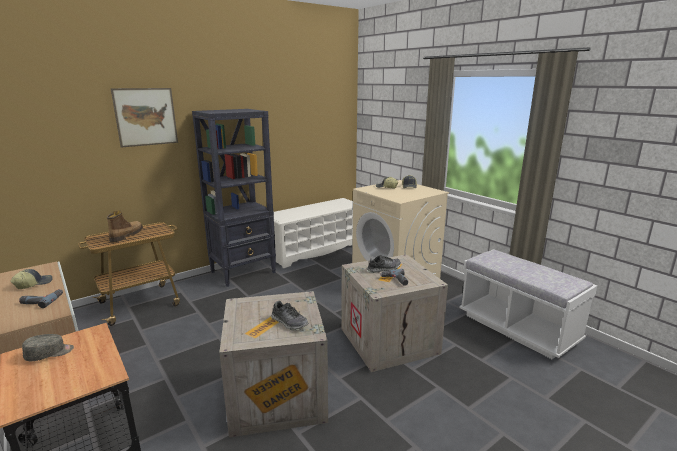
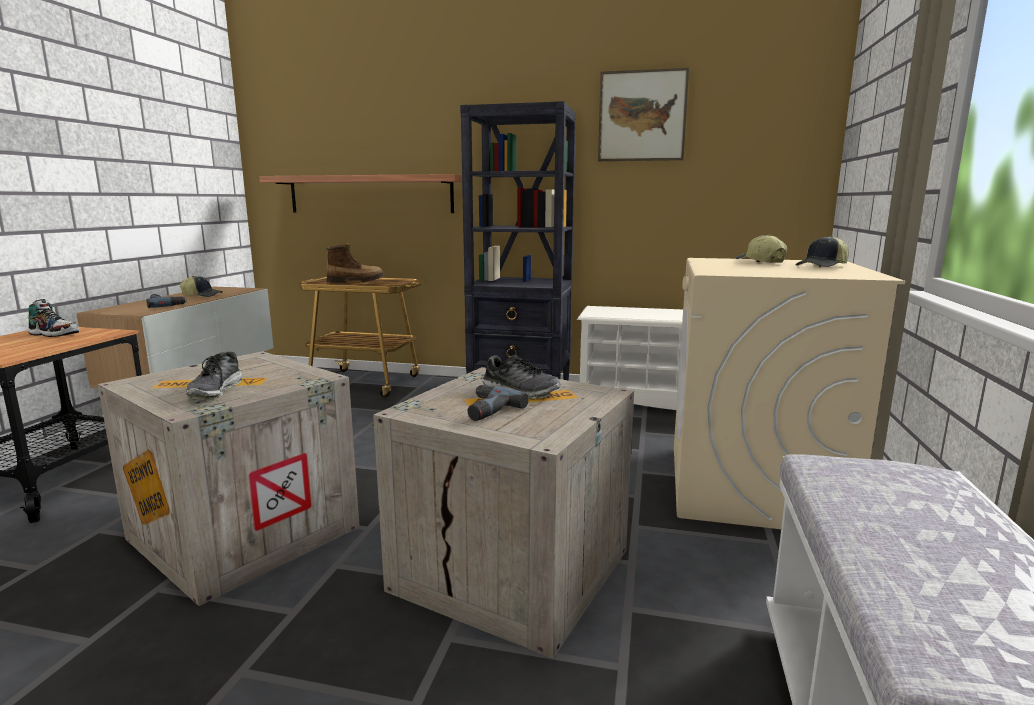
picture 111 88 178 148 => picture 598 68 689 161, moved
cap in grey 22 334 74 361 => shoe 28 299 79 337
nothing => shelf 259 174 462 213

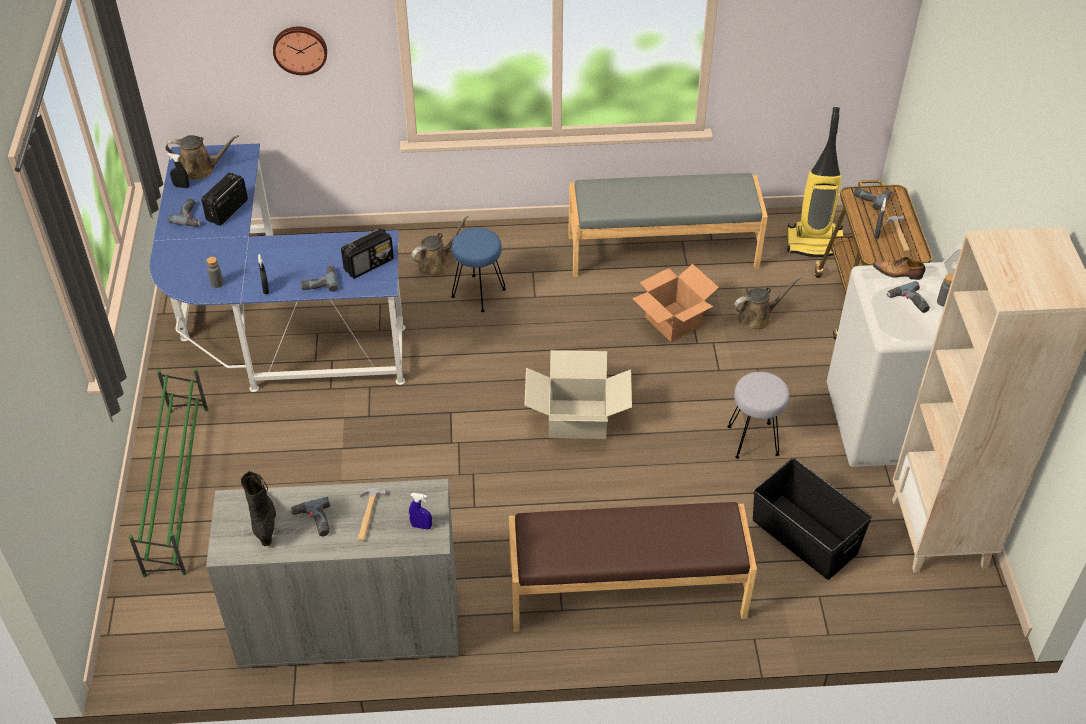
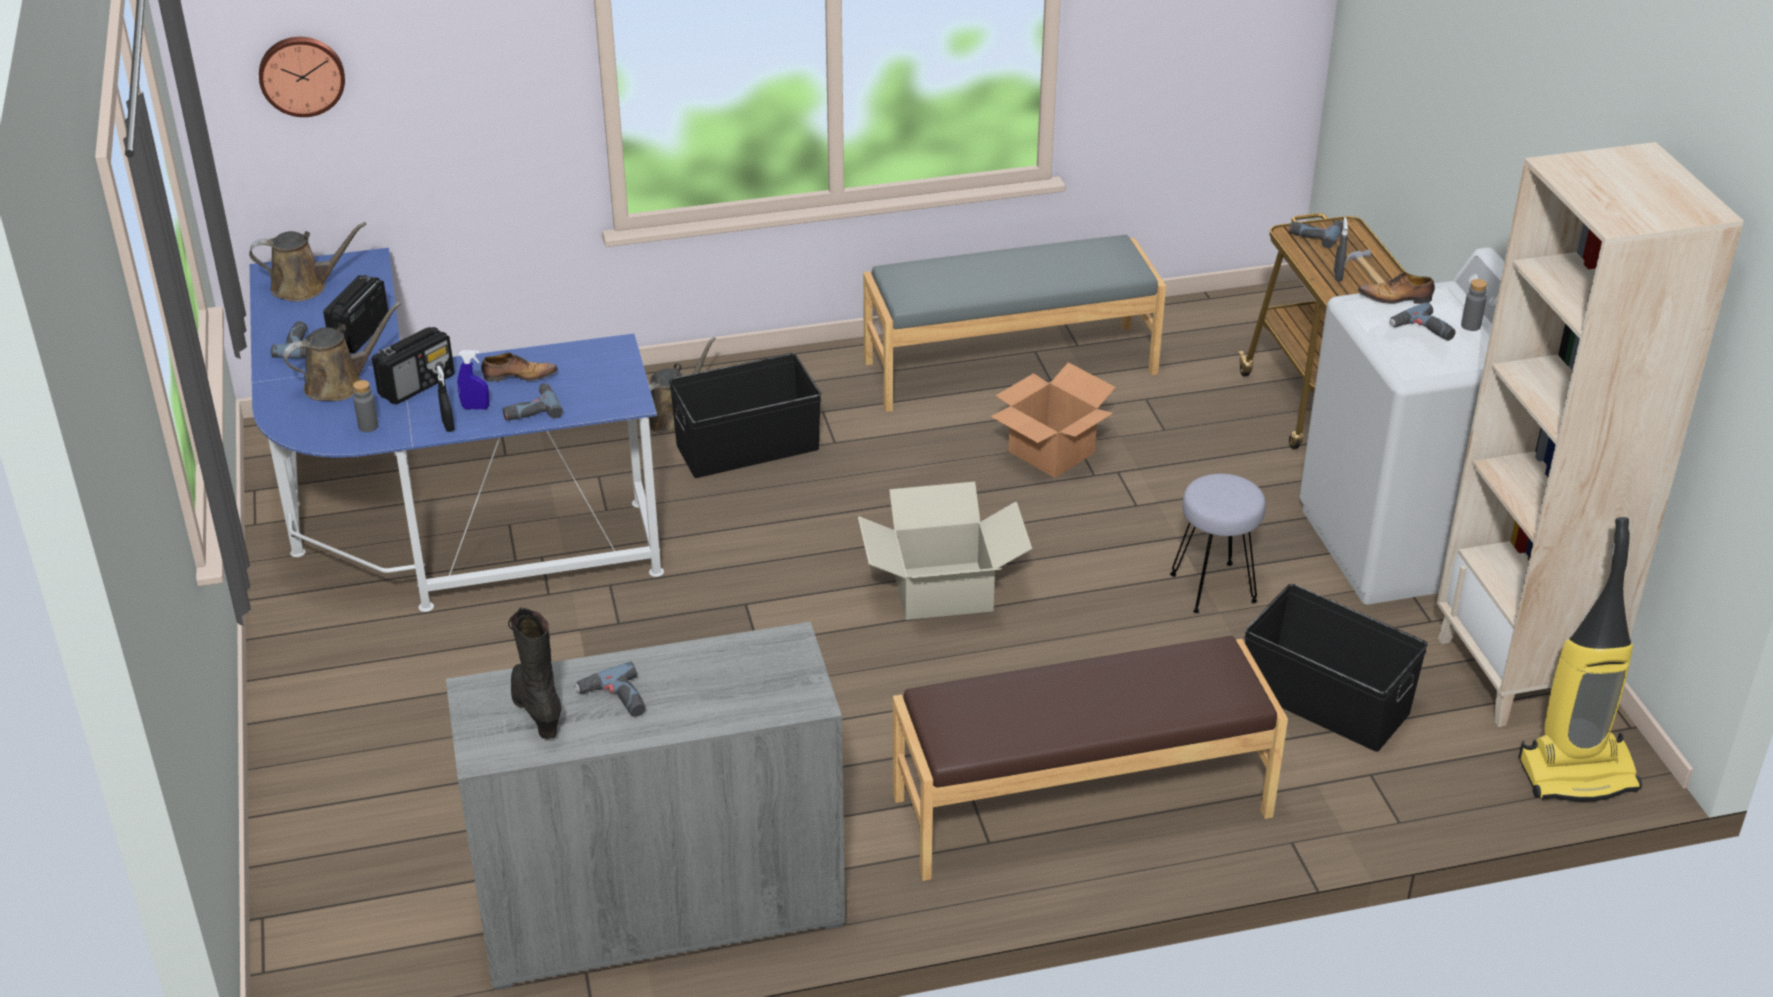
wall clock 273 27 327 75 => wall clock 259 37 345 117, moved
vacuum cleaner 787 107 843 257 => vacuum cleaner 1519 517 1642 802, moved
spray bottle in black 167 153 189 188 => nothing
radio 341 228 394 279 => radio 372 327 454 405, moved
stool in blue 451 228 506 312 => storage box in black 669 353 821 478
watering can in brown 734 276 802 331 => watering can in brown 283 302 401 401, moved
shoe rack in green 129 368 208 577 => nothing
hammer 357 488 387 541 => nothing
spray bottle in blue 409 493 432 530 => spray bottle in blue 458 350 489 410, moved
nothing => shoe 481 353 557 381

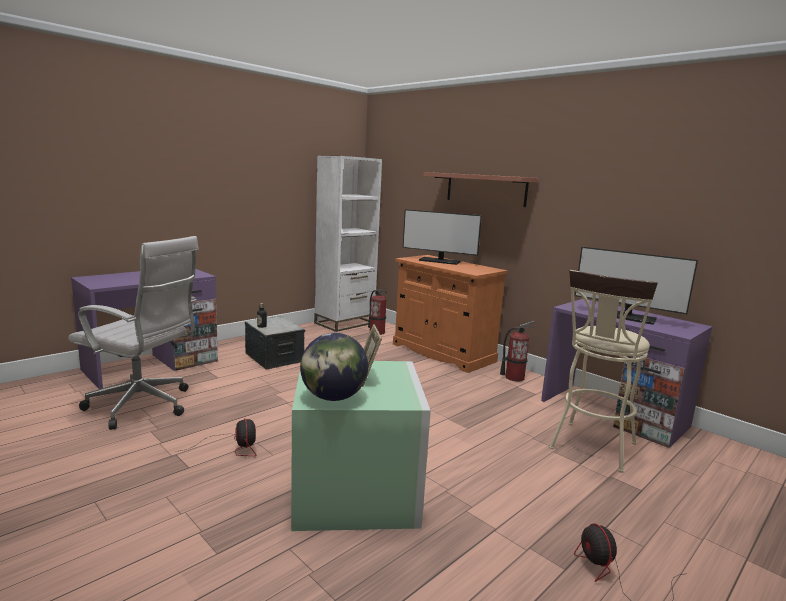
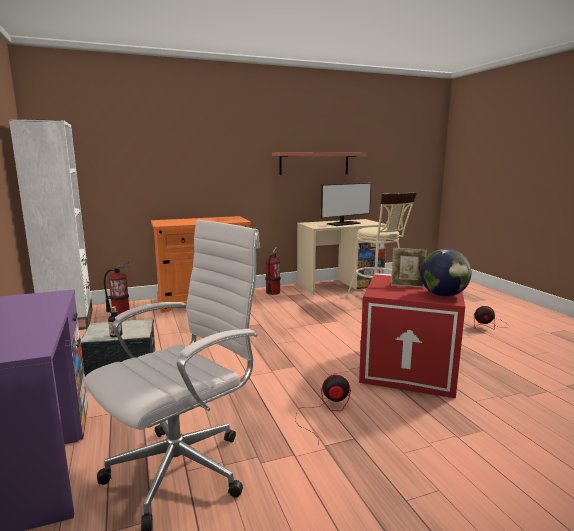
shelf 424 172 539 207 => shelf 272 152 367 175, moved
monitor 403 209 482 265 => nothing
desk in purple 541 299 713 448 => desk in beige 297 219 387 295
storage box in green 291 361 431 531 => storage box in red 359 273 465 398

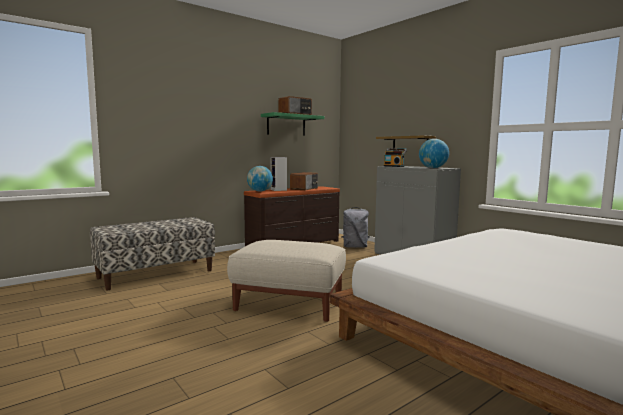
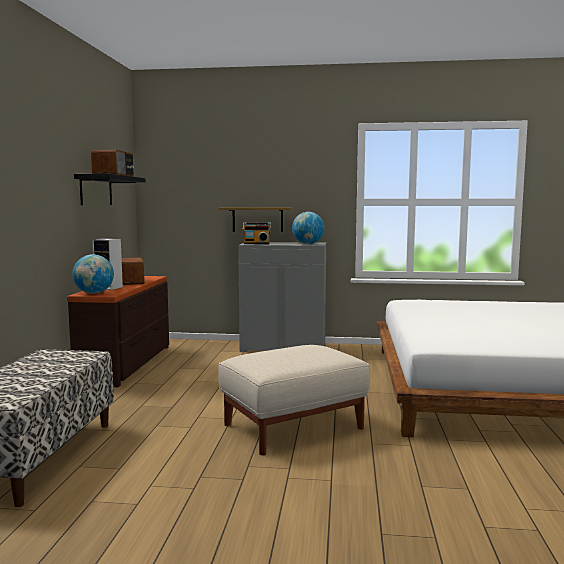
shelf in green 261 112 324 136 => shelf in black 74 174 146 205
backpack in grey 341 207 370 248 => nothing

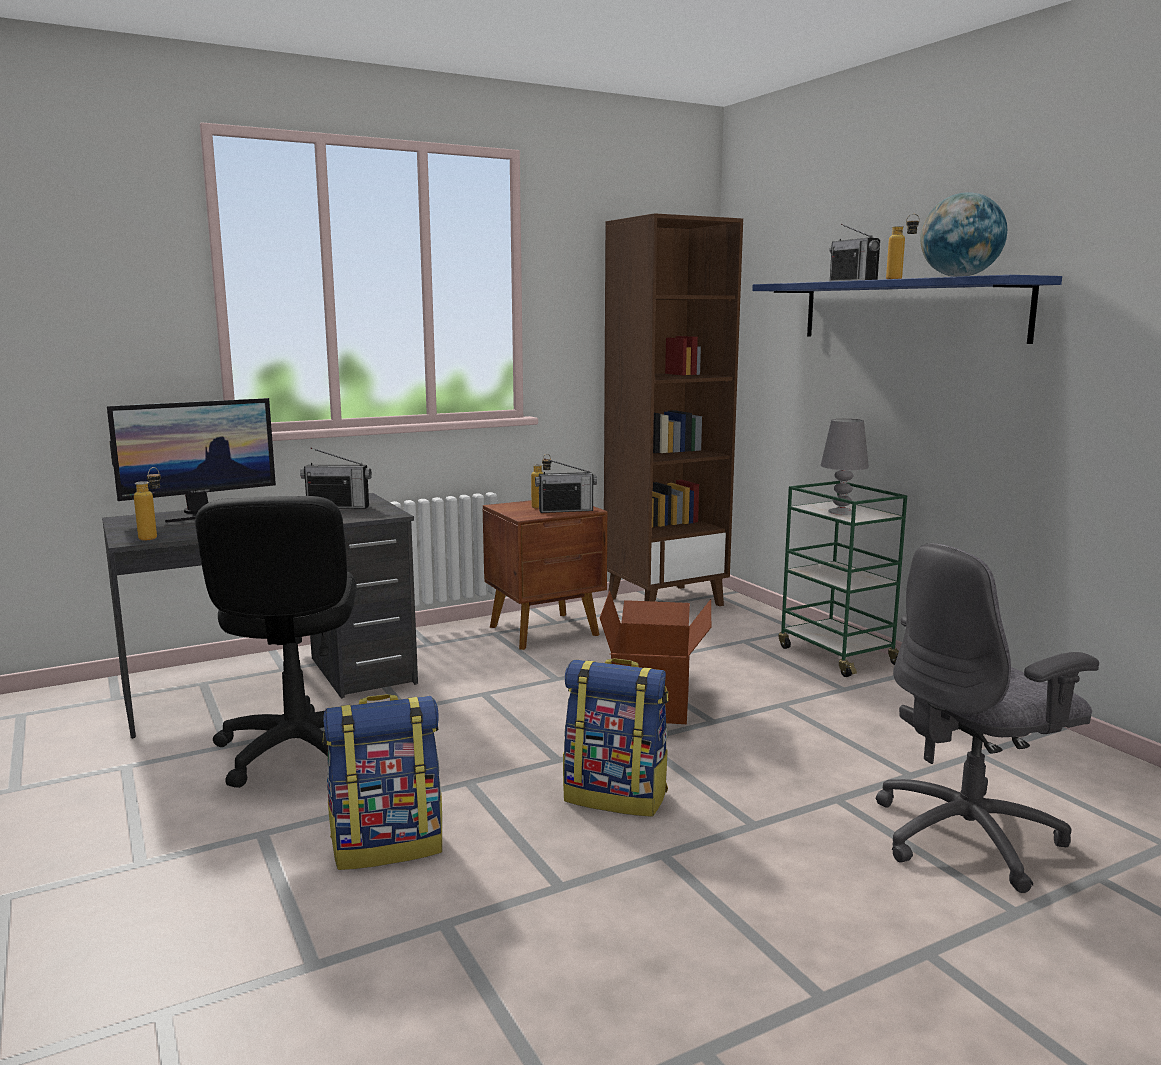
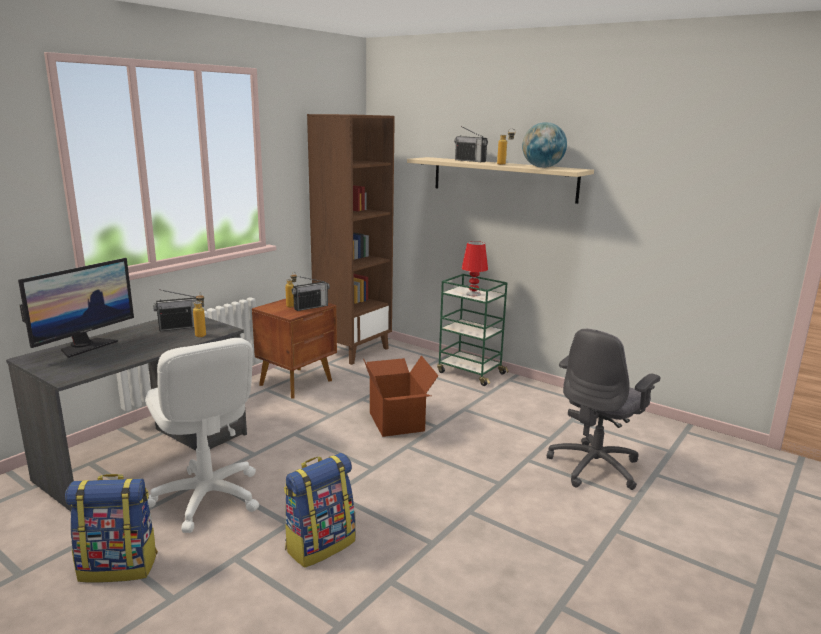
shelf in blue 752 275 1062 344 => shelf in beige 407 157 594 204
table lamp in grey 821 419 869 515 => table lamp in red 462 241 488 296
bottle 134 467 161 540 => bottle 193 292 206 337, moved
office chair in black 195 496 357 788 => office chair in white 145 338 259 533
backpack 563 658 668 817 => backpack 65 474 158 583, moved

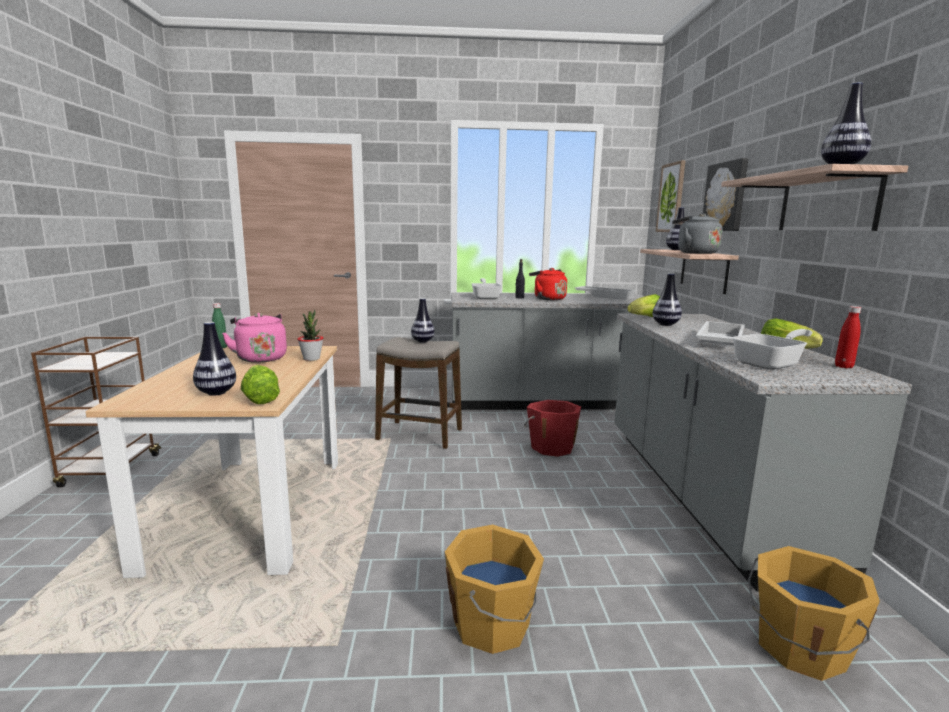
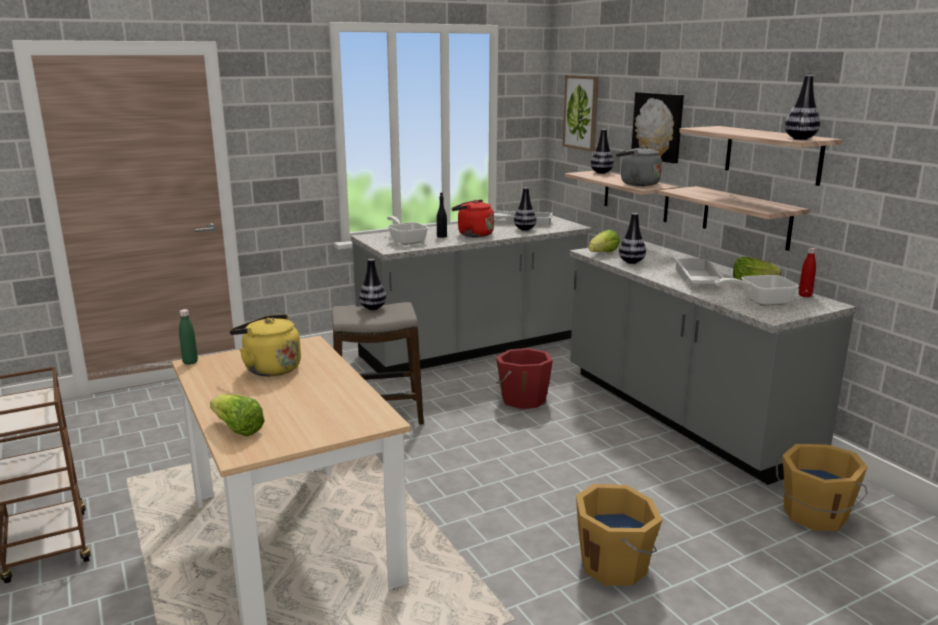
potted plant 298 310 323 361 => nothing
kettle in pink 222 313 287 363 => kettle in yellow 229 314 301 376
vase 193 322 236 396 => vase 514 187 537 231, moved
frying pan 732 329 813 370 => frying pan 715 275 799 306, 135 degrees counterclockwise
lettuce 241 364 280 404 => lettuce 210 394 265 436, moved
nothing => shelf 659 186 810 251

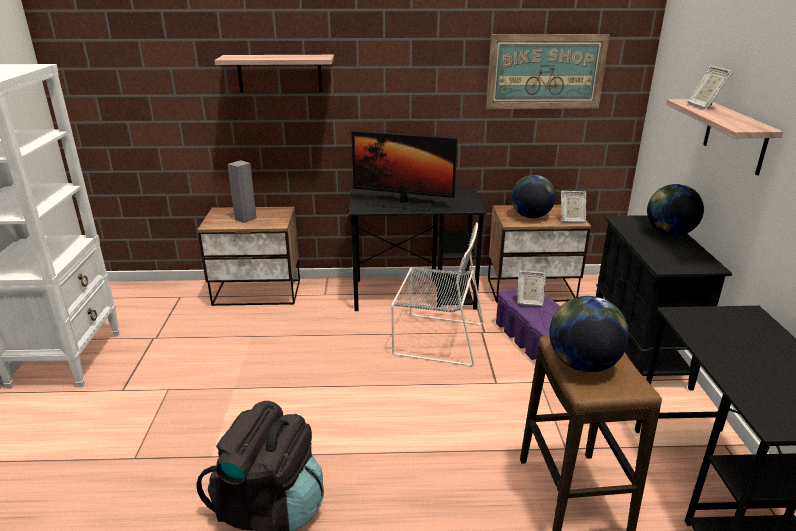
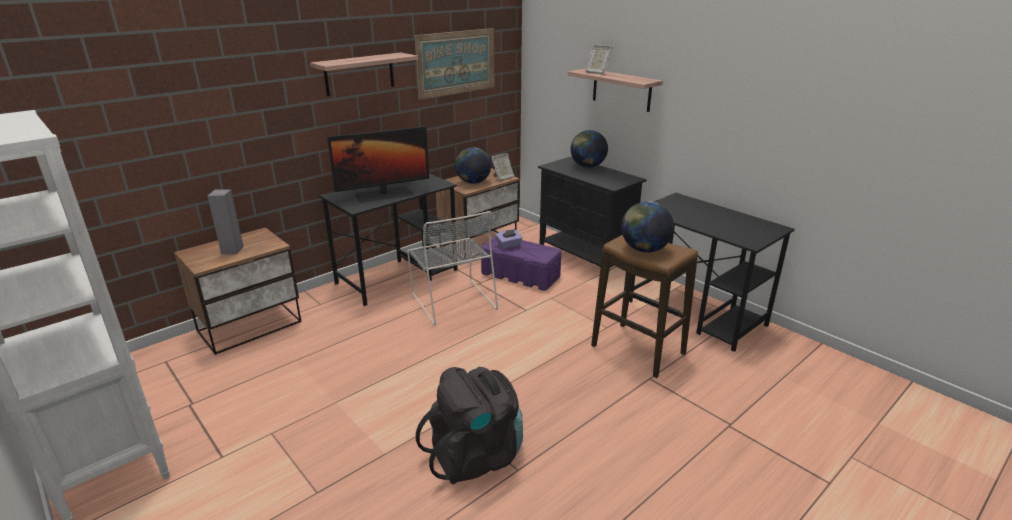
shelf 214 55 334 92 => shelf 310 53 418 97, moved
chair in grey 392 222 484 367 => chair in grey 407 211 498 325, 90 degrees clockwise
picture frame 517 270 546 306 => tissue box in purple 495 229 523 249

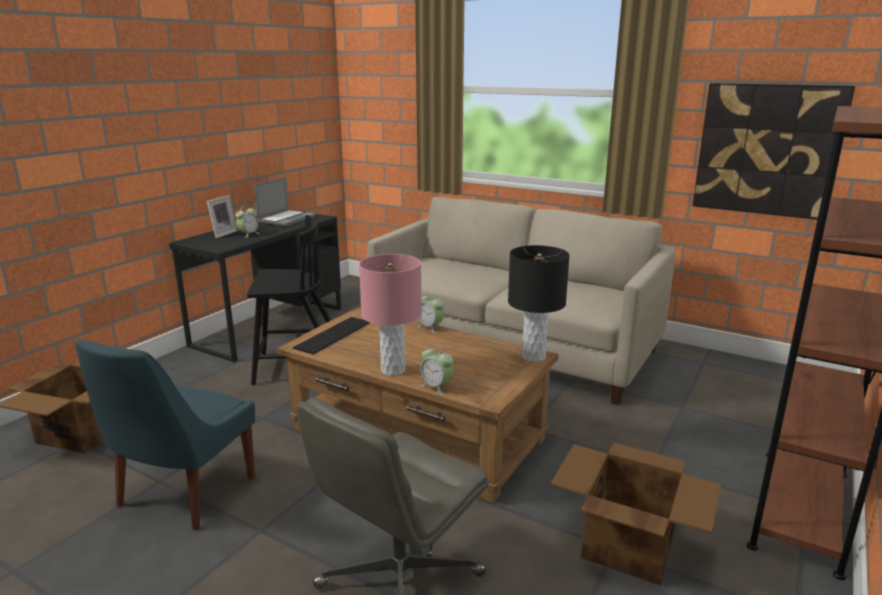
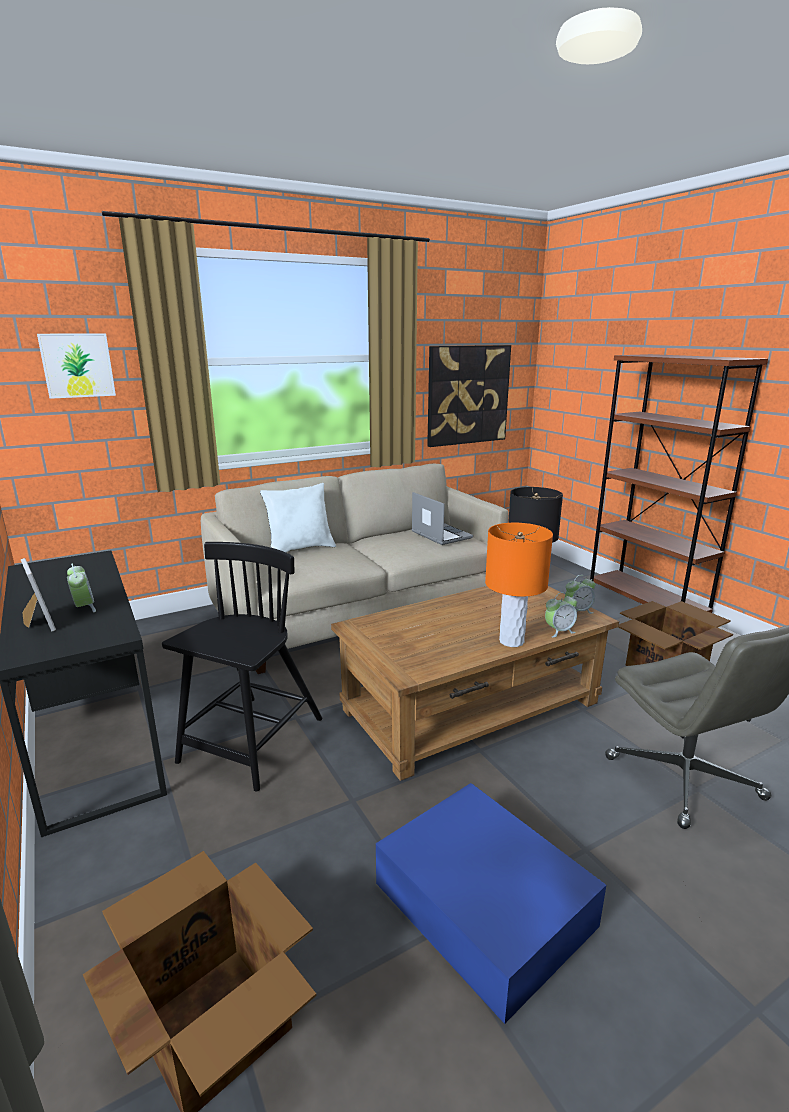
laptop 254 177 316 226 => laptop 412 492 473 545, moved
table lamp in pink 359 254 422 376 => table lamp in orange 485 523 553 647
alarm clock 417 293 444 333 => alarm clock 565 575 595 614, moved
keyboard 293 317 370 355 => nothing
chair in blue 76 339 255 530 => storage box in blue 376 783 606 1024
nothing => picture 37 334 116 399
nothing => pillow in white 260 483 336 552

